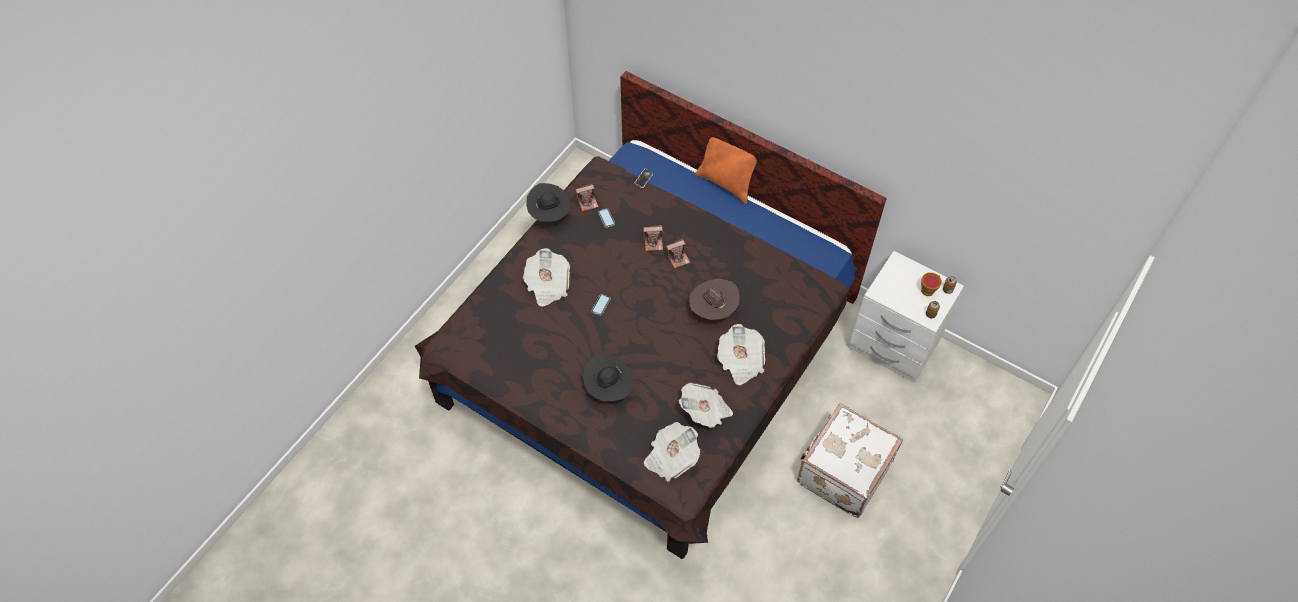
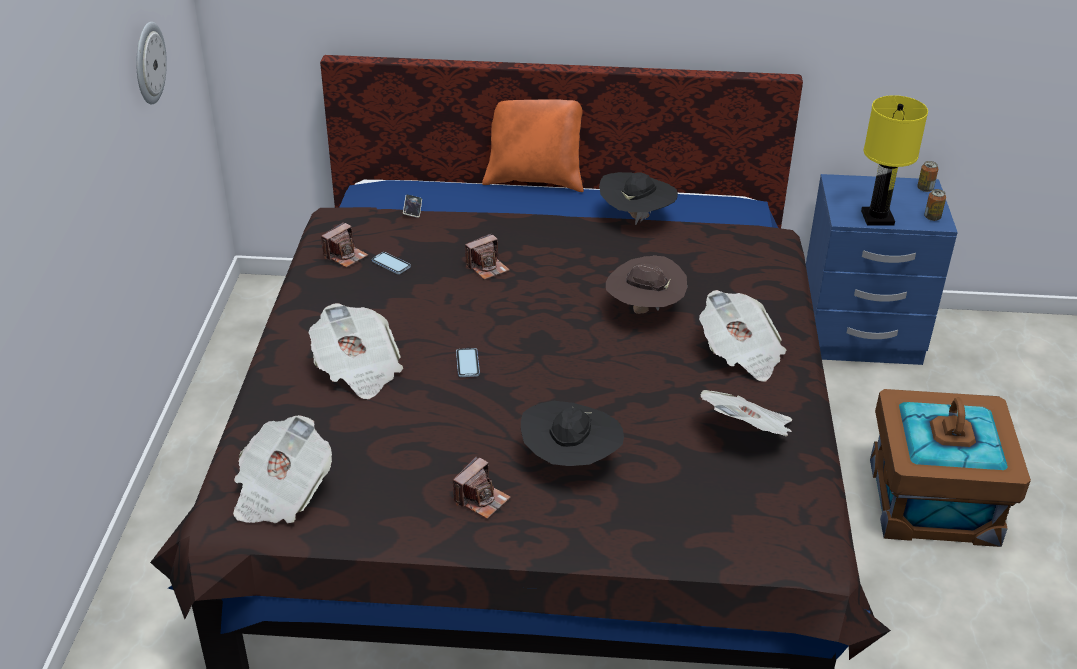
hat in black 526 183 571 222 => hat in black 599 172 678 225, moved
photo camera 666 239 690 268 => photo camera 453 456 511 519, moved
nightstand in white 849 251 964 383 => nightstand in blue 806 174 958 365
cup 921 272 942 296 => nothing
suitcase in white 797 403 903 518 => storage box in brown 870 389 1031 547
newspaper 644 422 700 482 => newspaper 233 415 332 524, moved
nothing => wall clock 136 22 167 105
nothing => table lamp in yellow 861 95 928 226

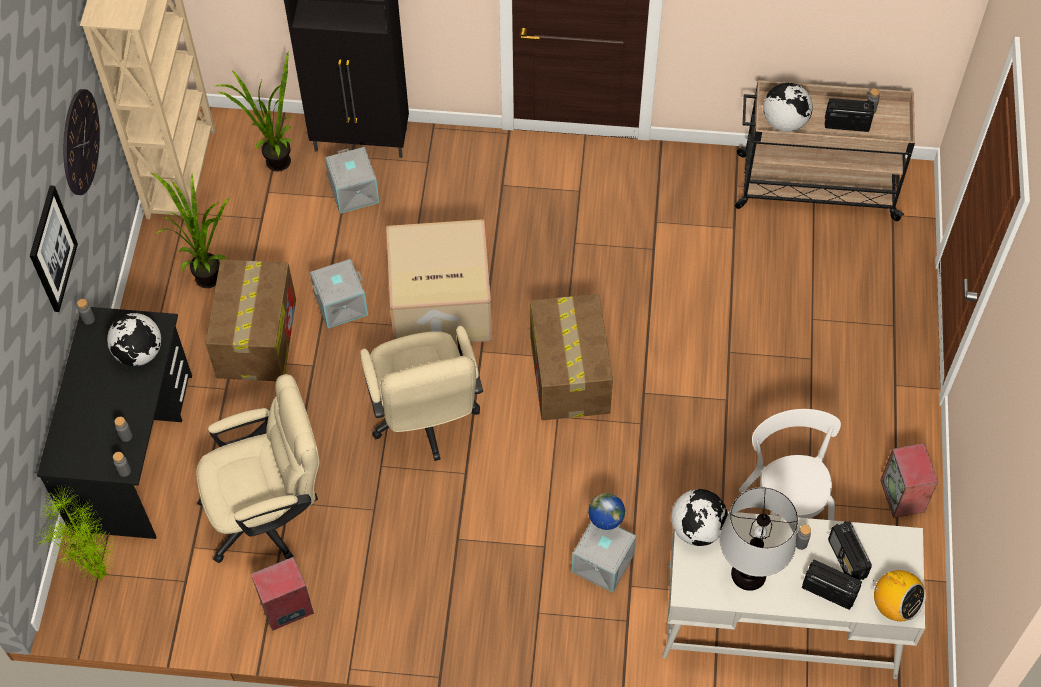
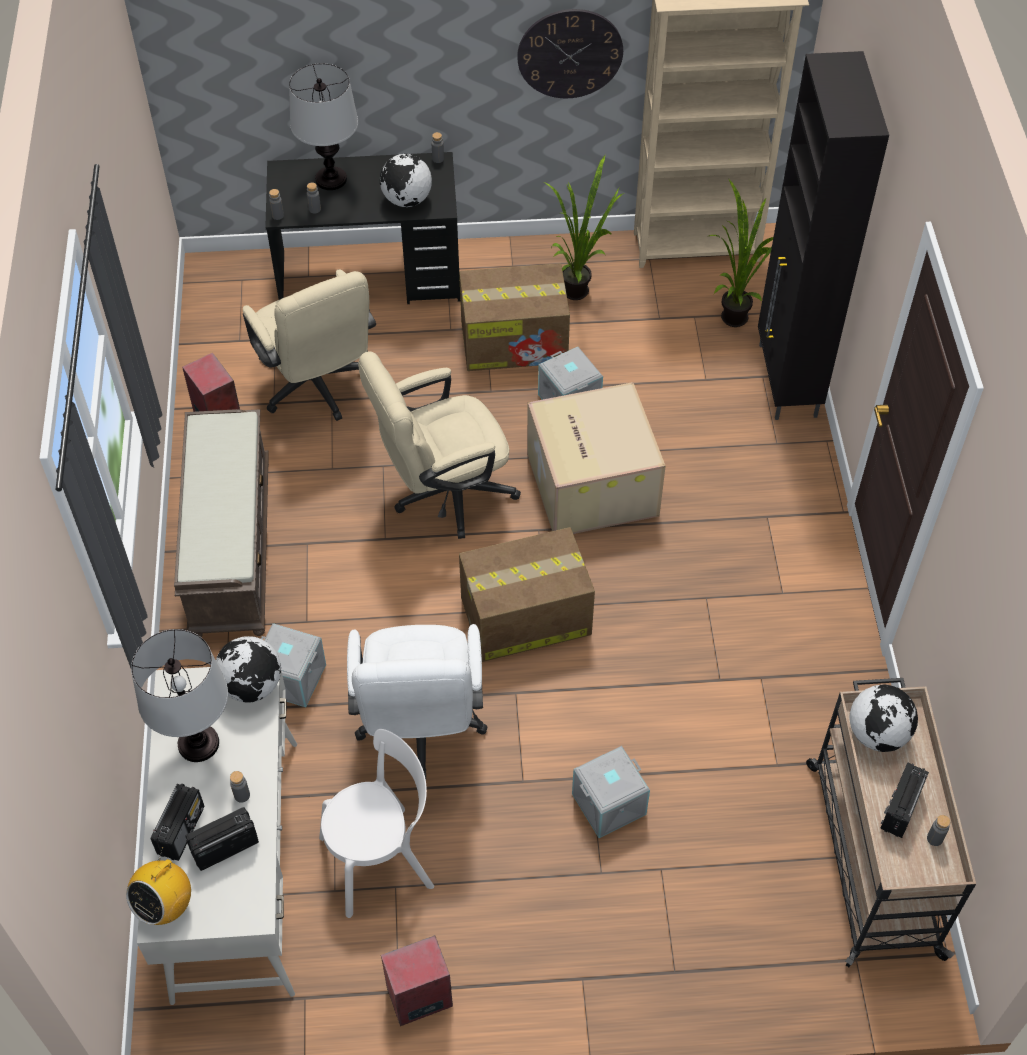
radio 825 98 874 132 => radio 880 762 929 838, 150 degrees counterclockwise
storage box in grey 325 147 379 213 => storage box in grey 572 746 650 838, moved
picture 30 185 78 312 => nothing
potted plant 37 486 115 581 => nothing
globe 588 493 625 530 => nothing
nothing => table lamp 289 63 358 190
nothing => bench in brown 174 409 269 637
nothing => office chair in white 347 624 488 779

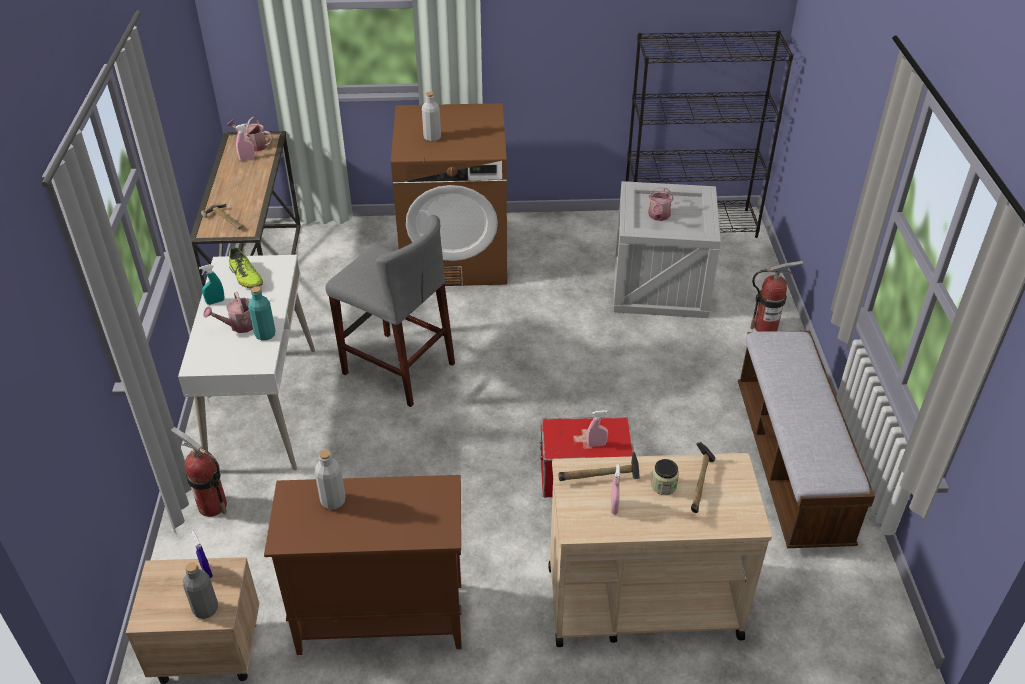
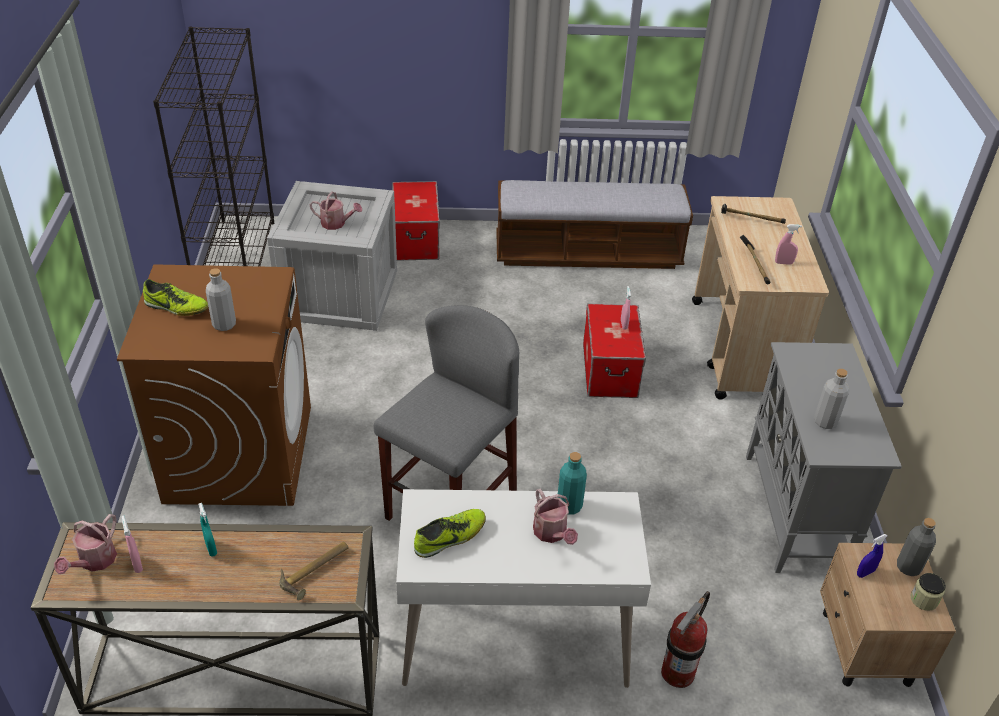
fire extinguisher 750 261 804 332 => storage box 392 181 440 261
spray bottle in turquoise 199 264 224 305 => spray bottle in turquoise 198 503 217 557, moved
jar 651 459 679 495 => jar 910 573 946 611, moved
cabinet in brown 264 475 462 655 => cabinet in grey 746 342 902 573
nothing => shoe 143 279 208 316

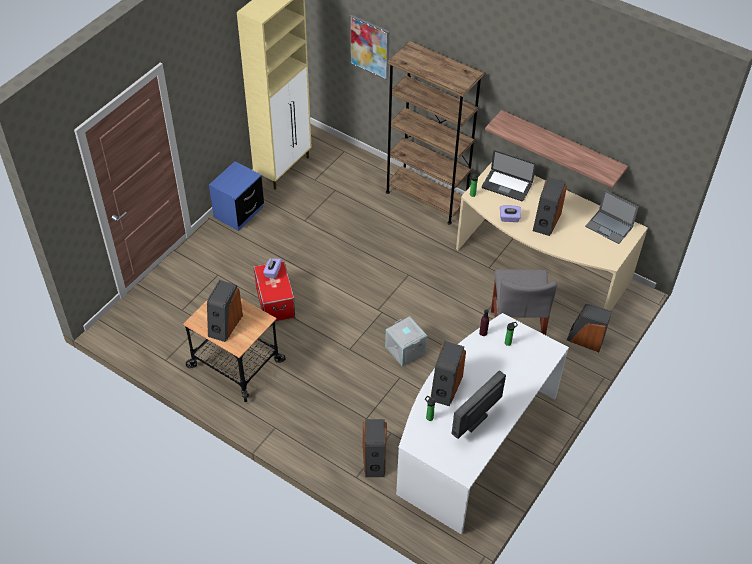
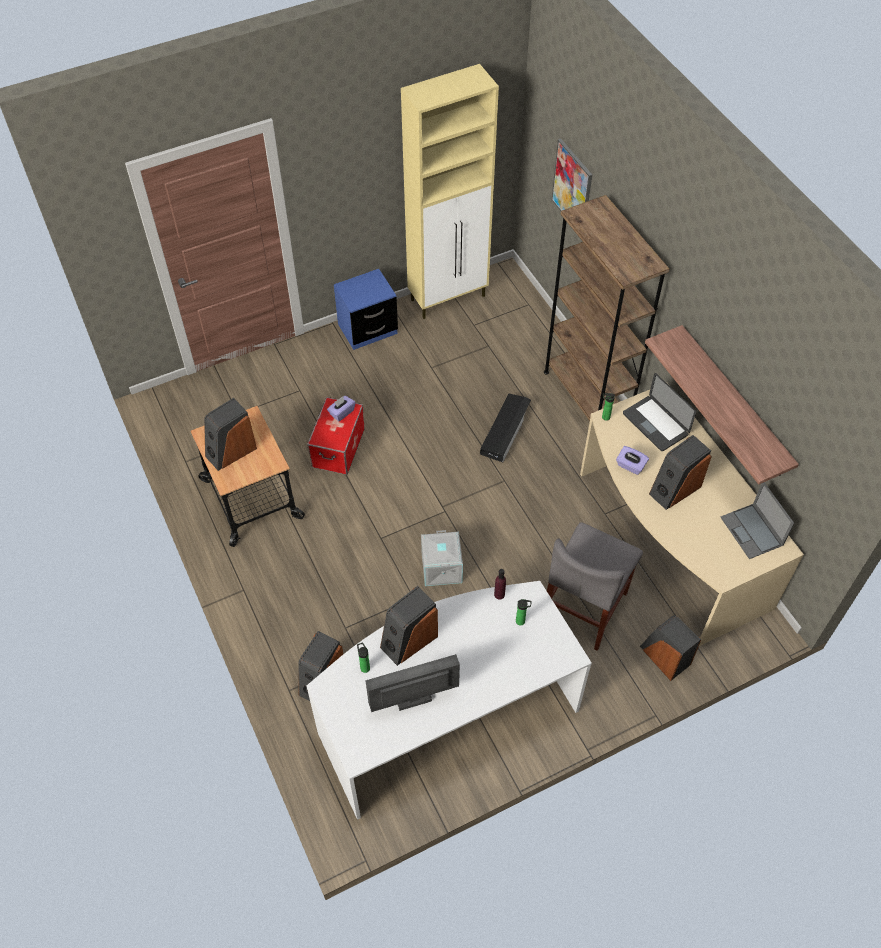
nothing => storage box in black 480 394 531 462

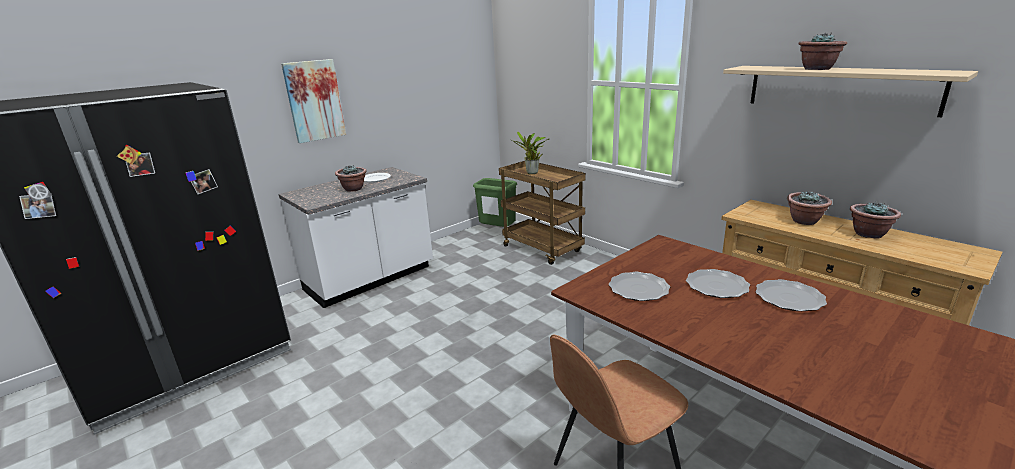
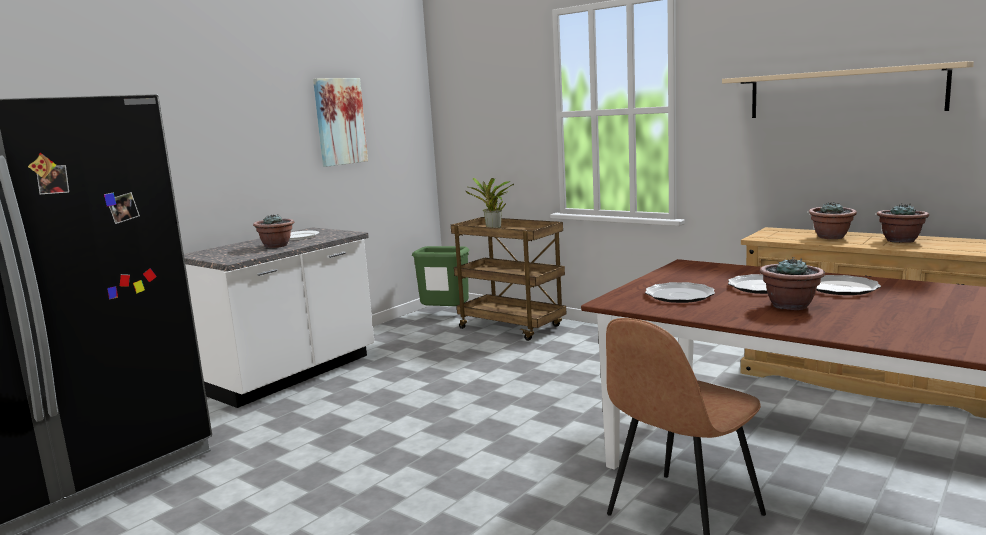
potted plant 798 33 847 70 => potted plant 760 257 825 310, moved
picture 281 59 346 143 => picture 313 78 368 167, moved

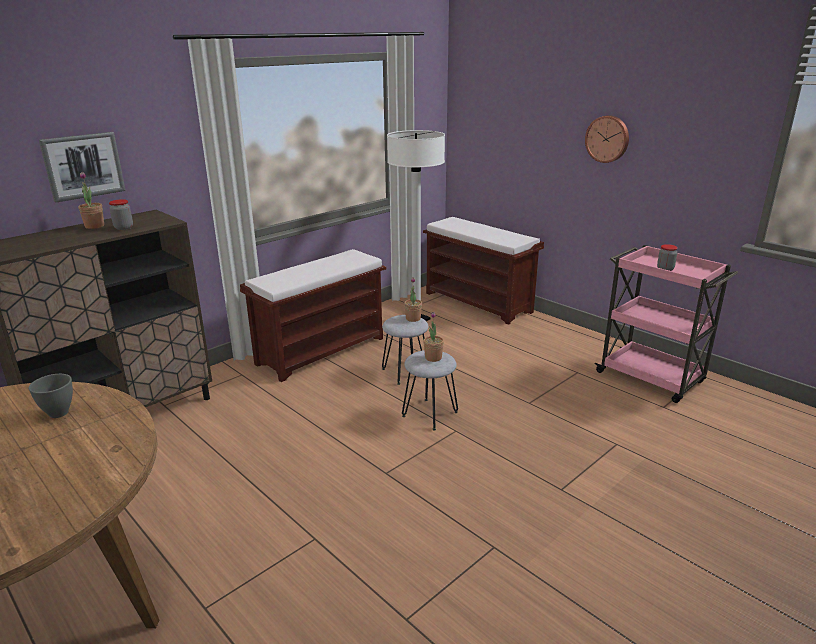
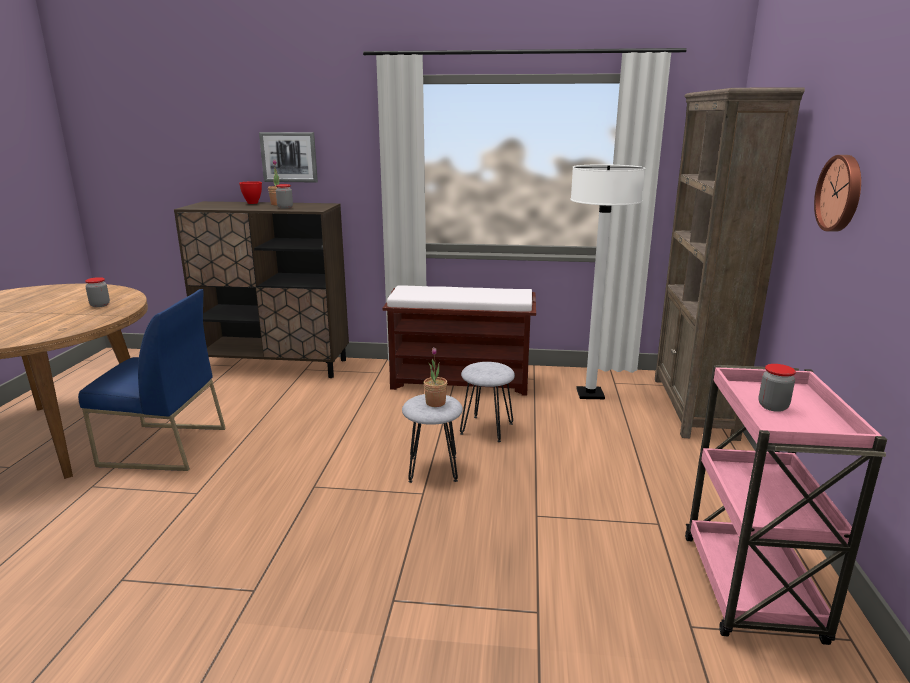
bench in brown 423 217 544 325 => bookcase in brown 655 87 805 441
potted plant 404 277 422 322 => nothing
bowl in grey 29 374 73 418 => jar 85 277 110 307
nothing => bowl in red 239 181 262 204
nothing => chair in blue 78 289 226 471

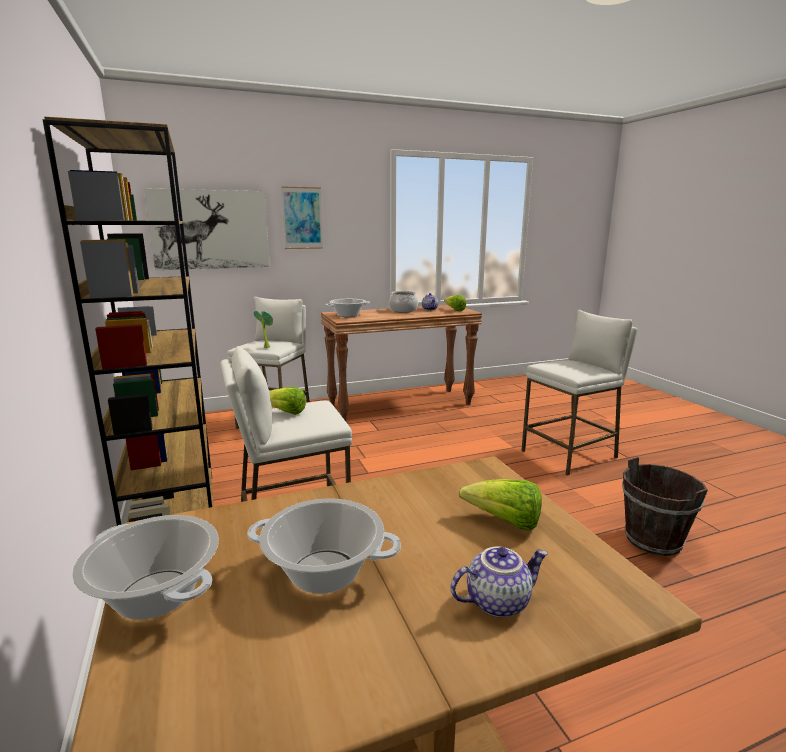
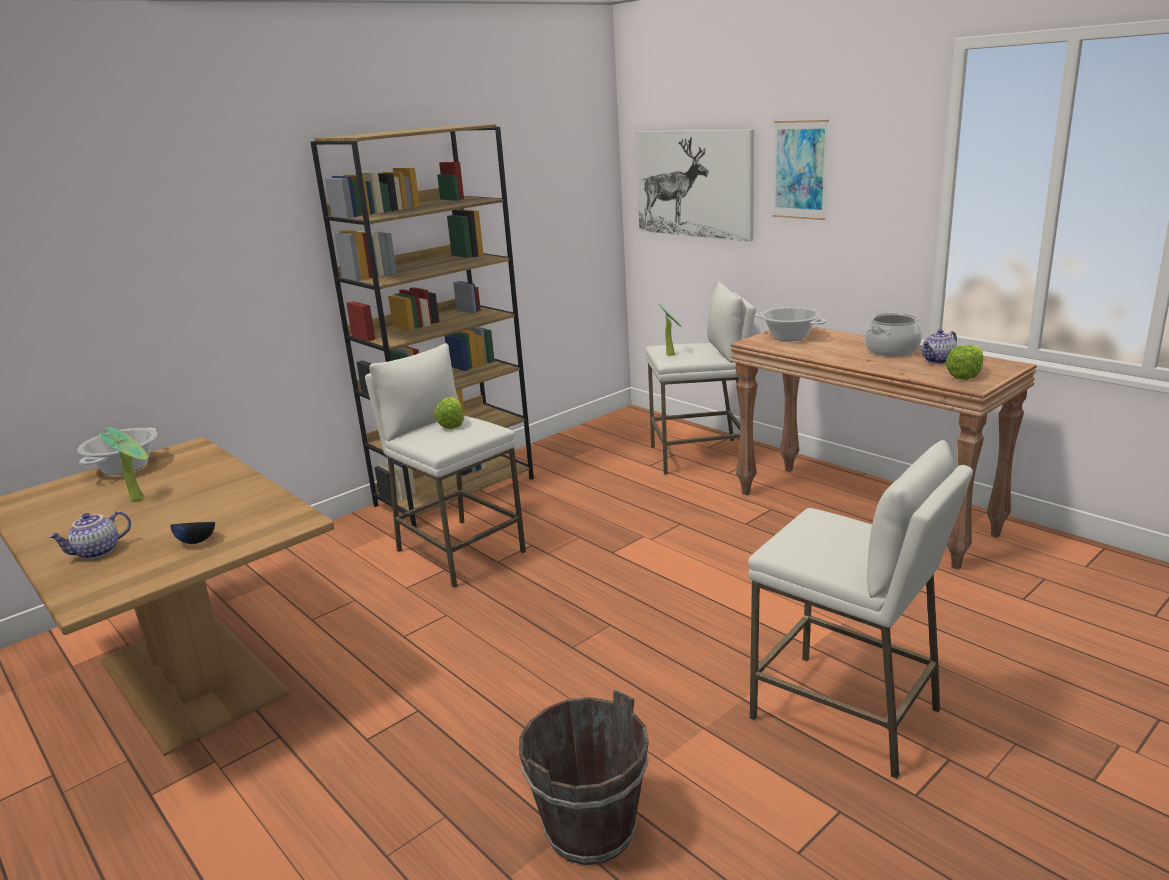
lettuce 459 479 542 531 => bowl in black 170 522 215 544
cooking pot 247 498 401 594 => potted plant 99 427 148 502
teapot 451 547 548 618 => teapot 48 511 131 559, 90 degrees clockwise

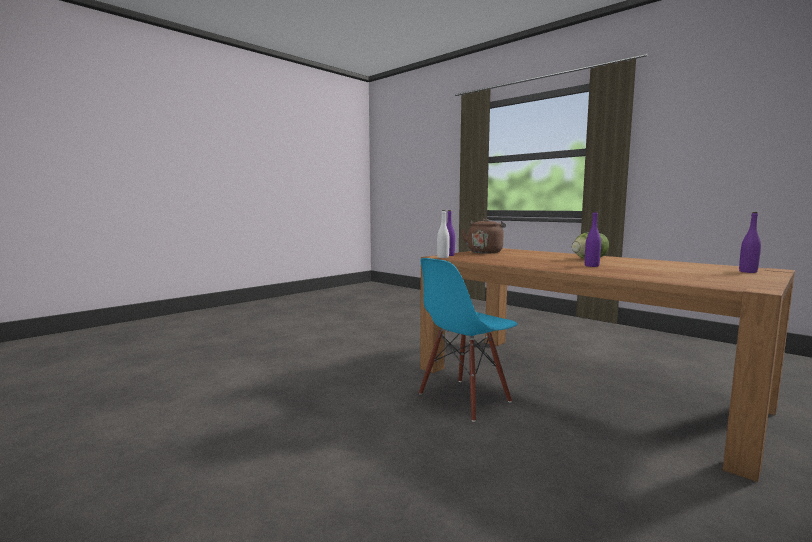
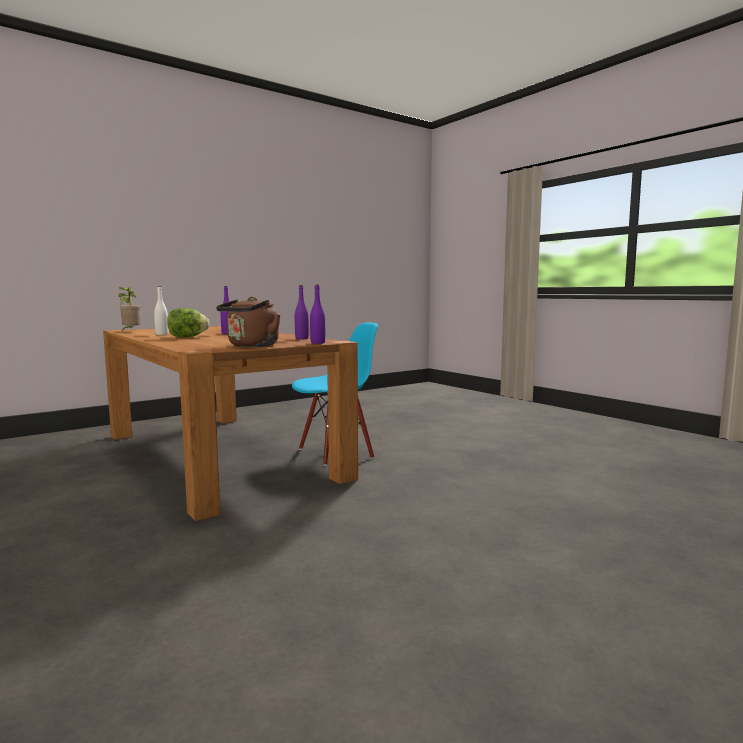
bottle in white 437 210 450 258 => bottle in white 154 286 168 335, moved
bottle in purple 739 212 761 273 => bottle in purple 295 285 309 339, moved
nothing => potted plant 118 287 141 331

